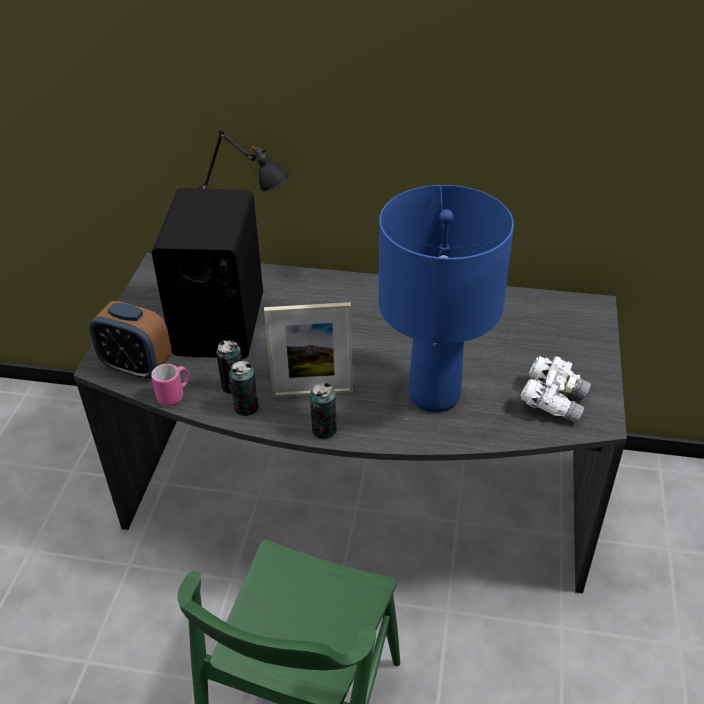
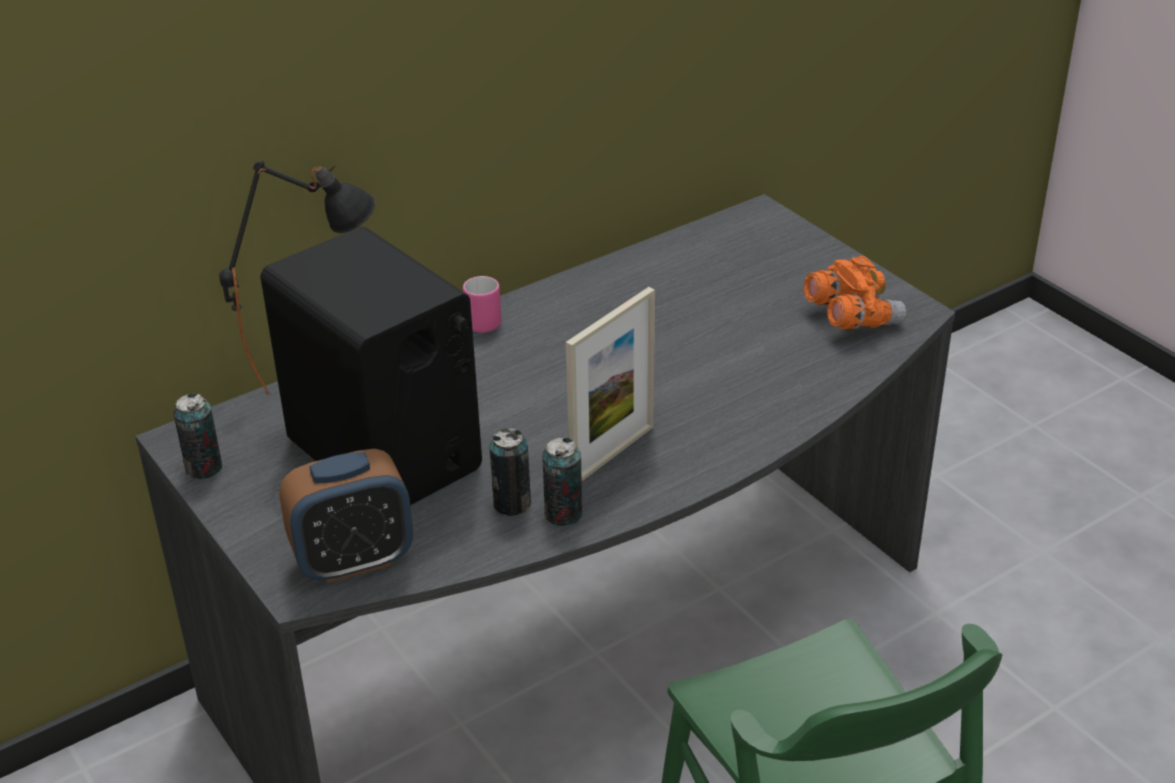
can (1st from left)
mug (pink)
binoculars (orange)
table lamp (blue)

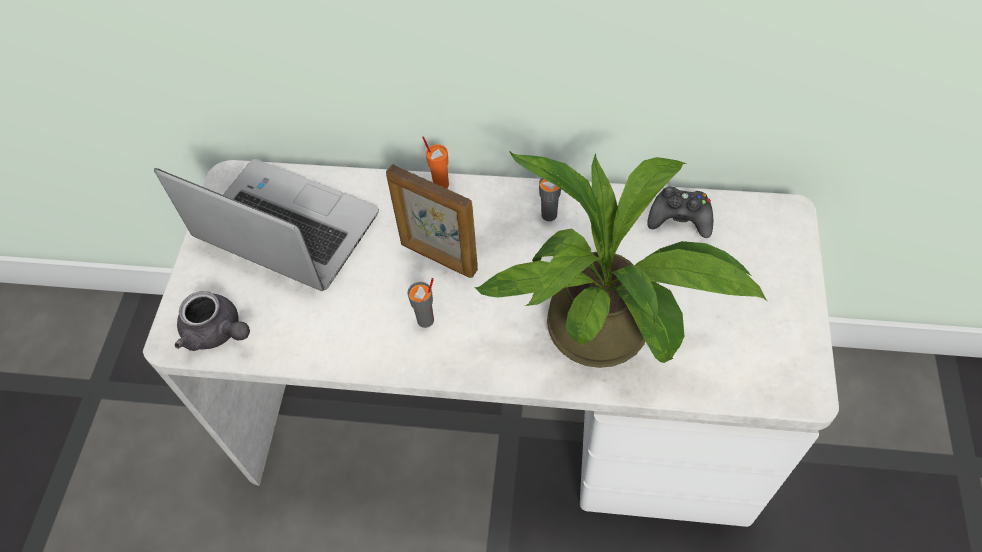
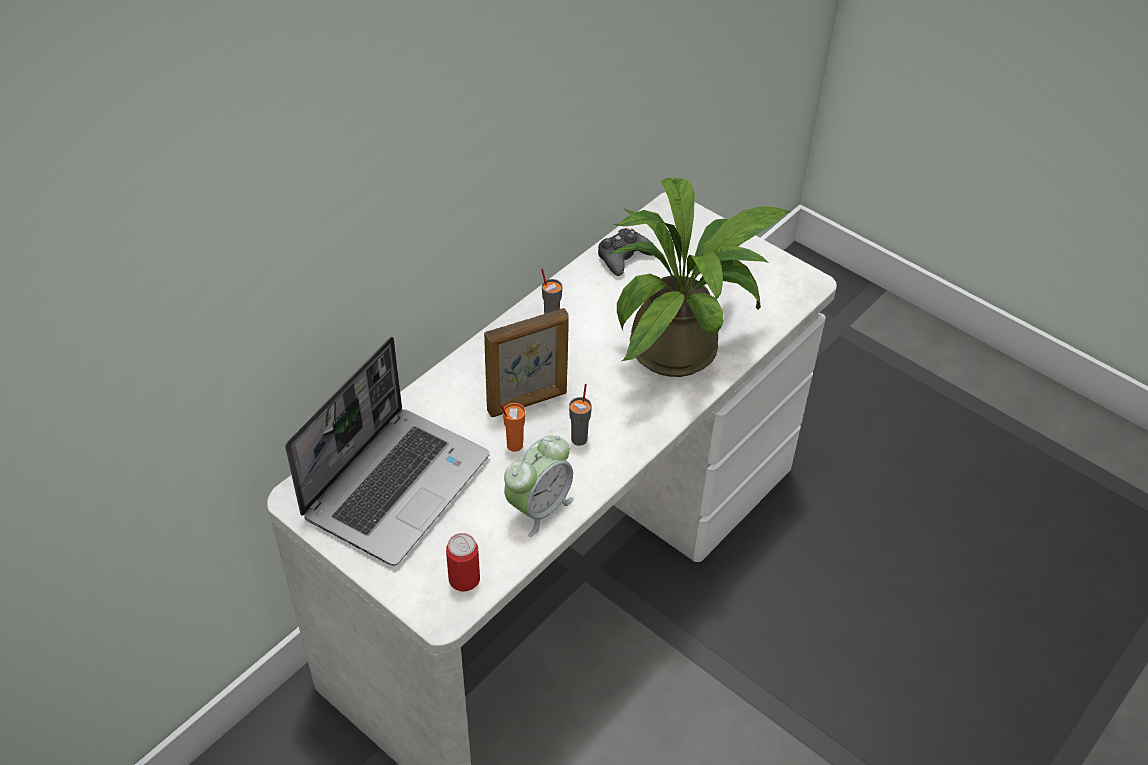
laptop
can
cup (orange)
alarm clock

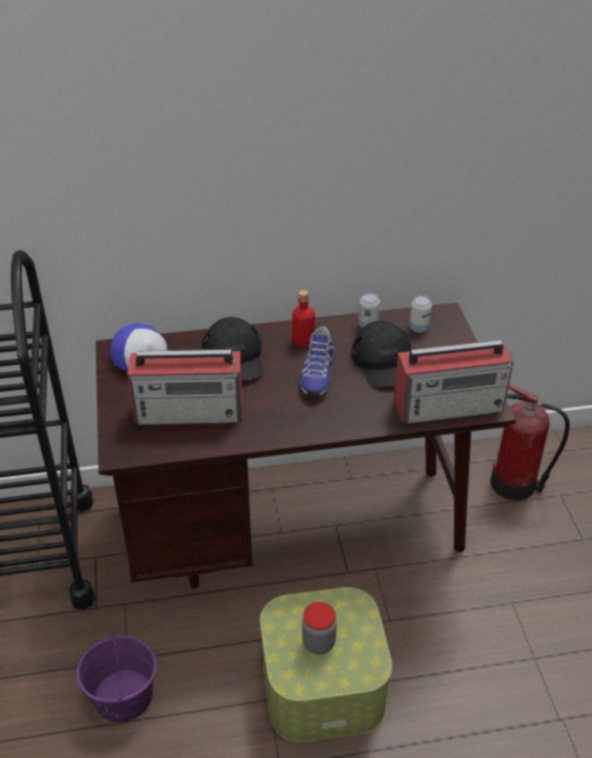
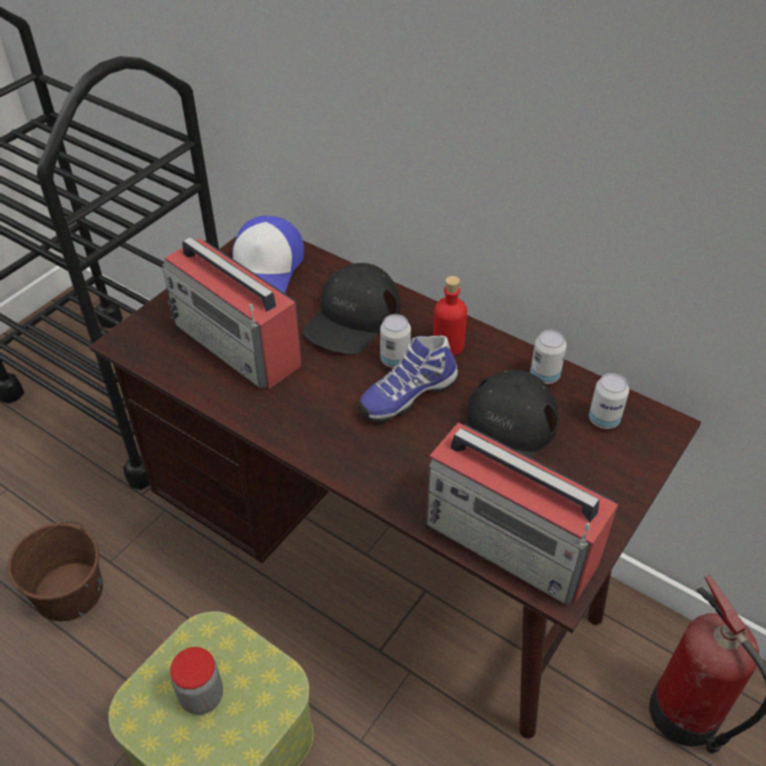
bucket (brown)
can (1st from left)

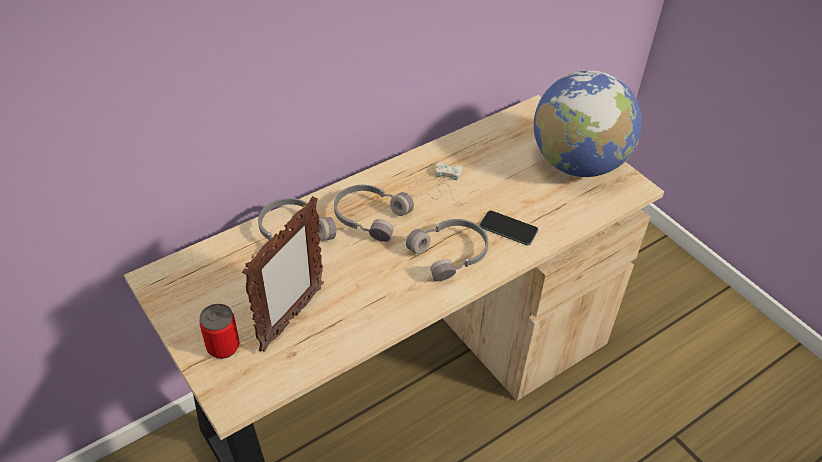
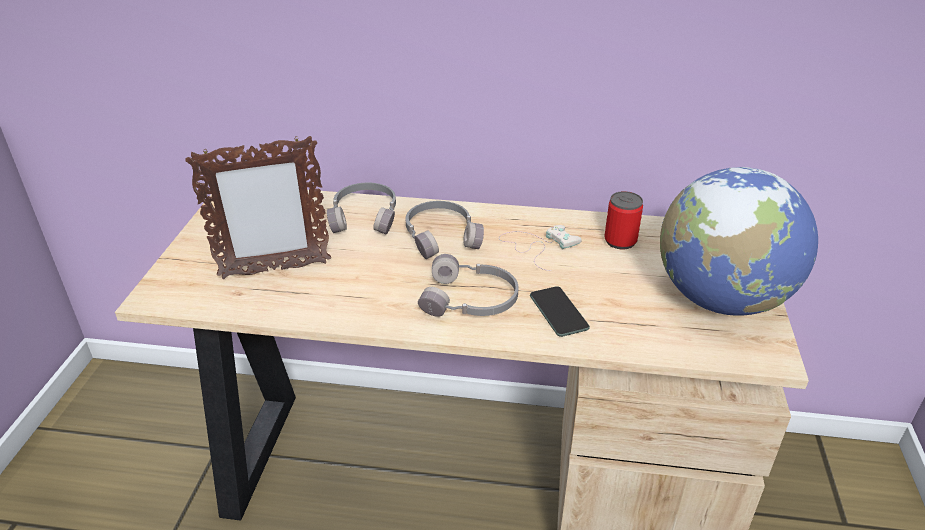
can

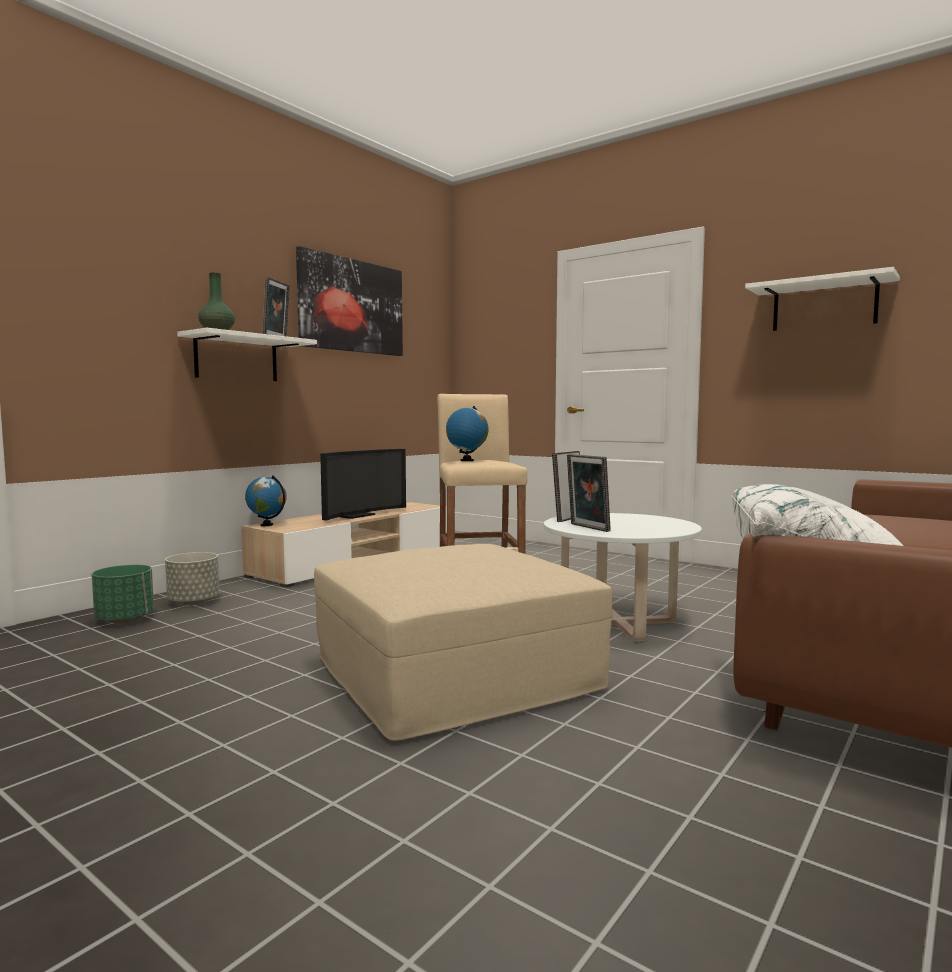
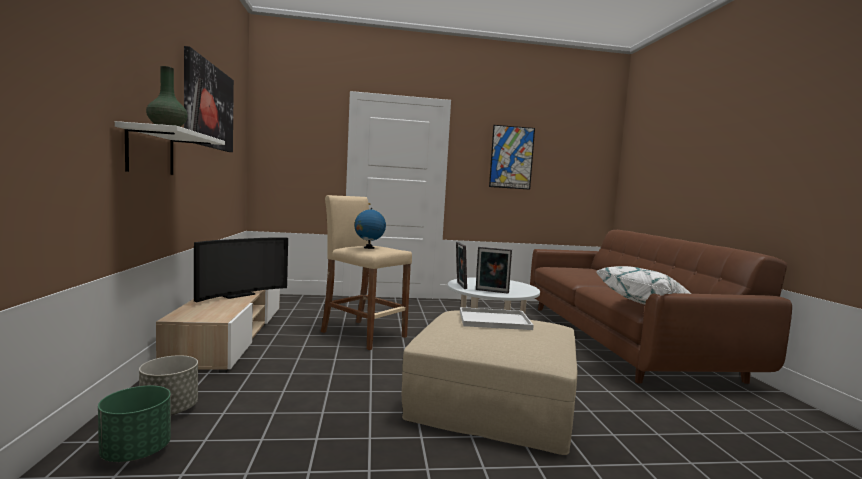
television
tray (white)
picture (2nd from left)
globe (1st from left in the first image)

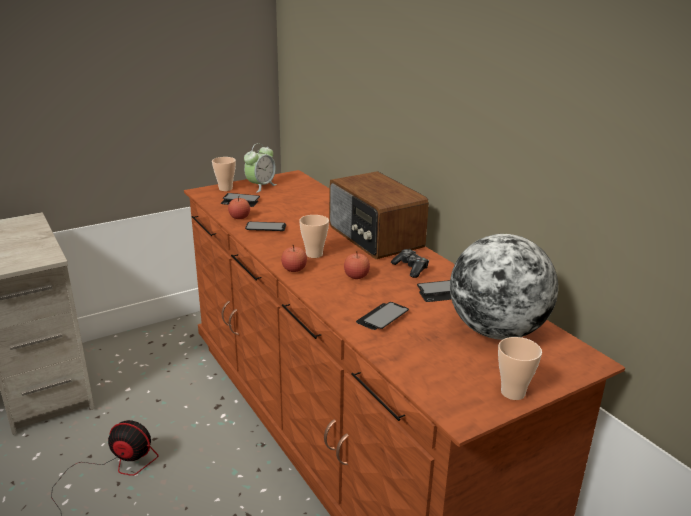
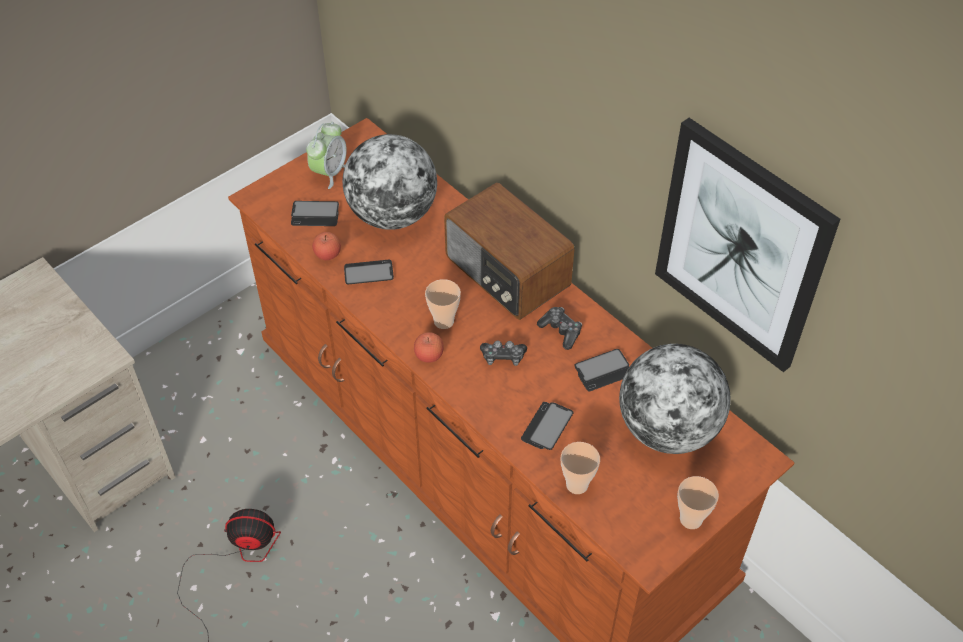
globe (1st from left)
game controller (1st from left)
cup (2nd from left)
picture

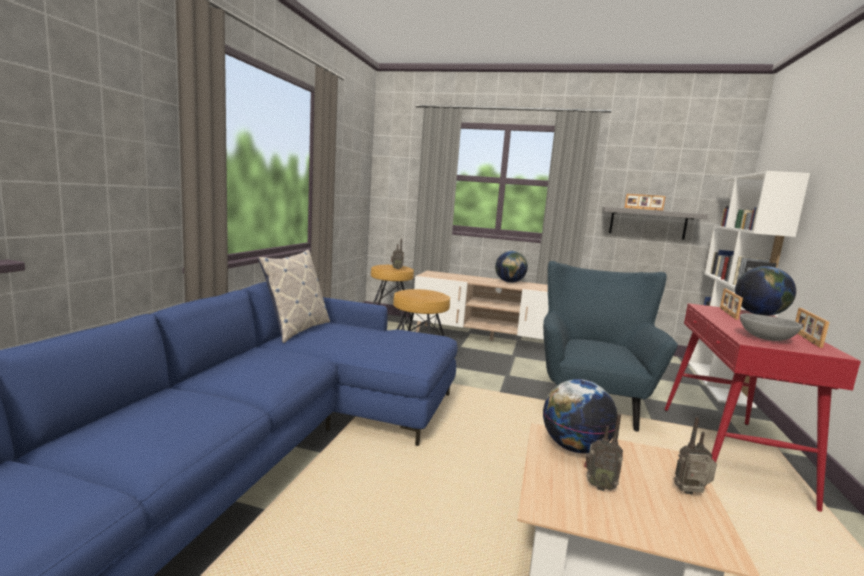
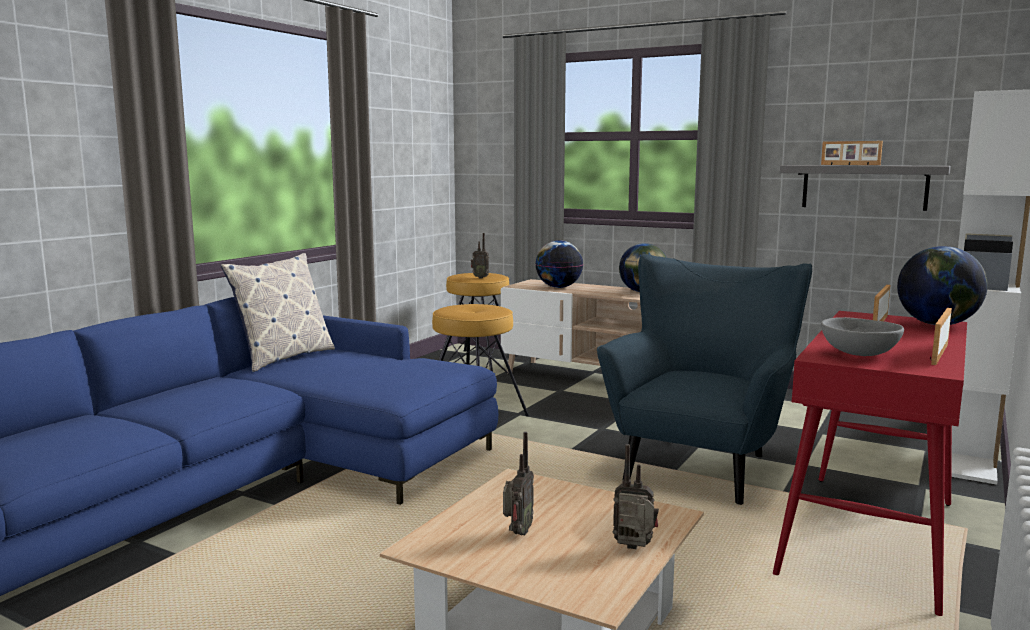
radio (2nd from left)
globe (1st from left)

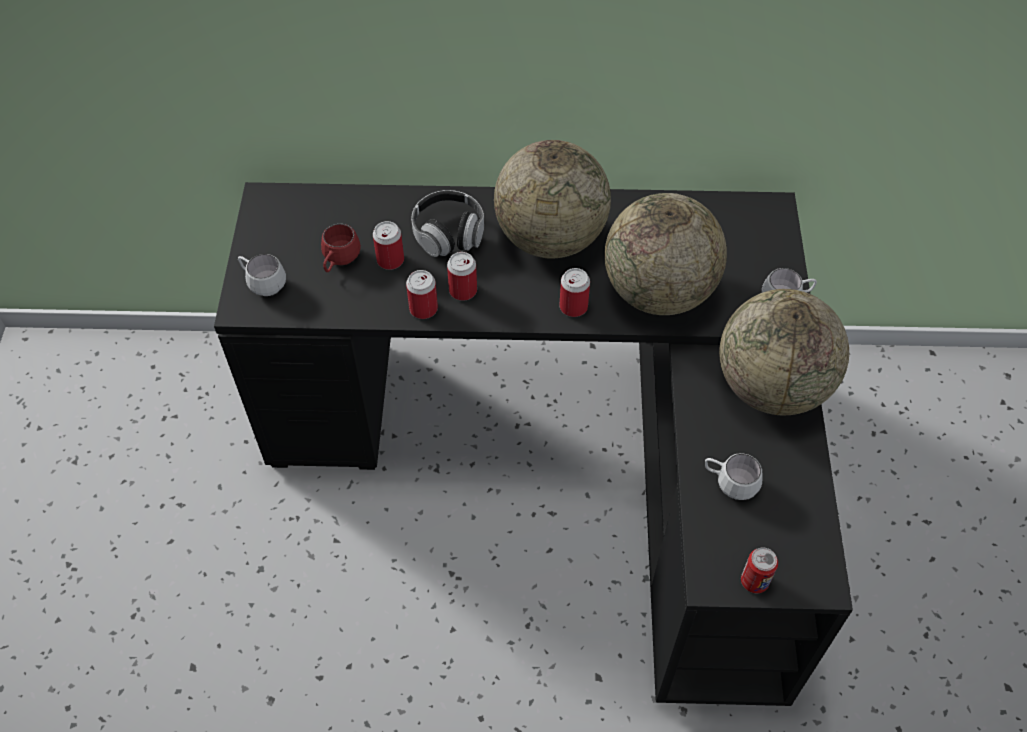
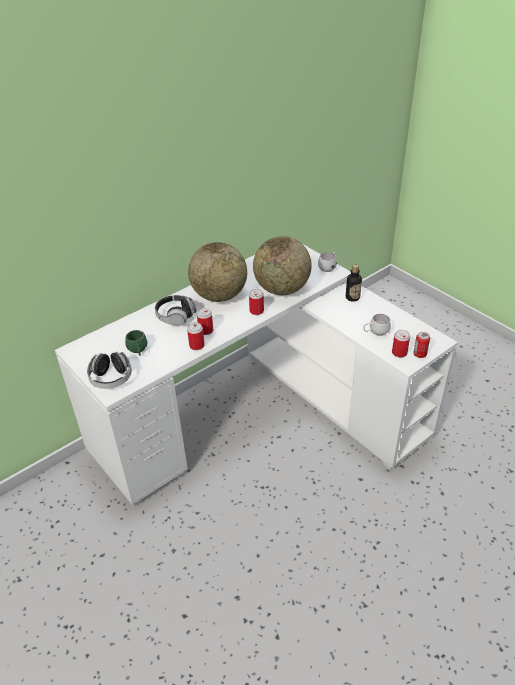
desk (white)
headphones (1st from left)
mug (green)
bottle
can (4th from left)

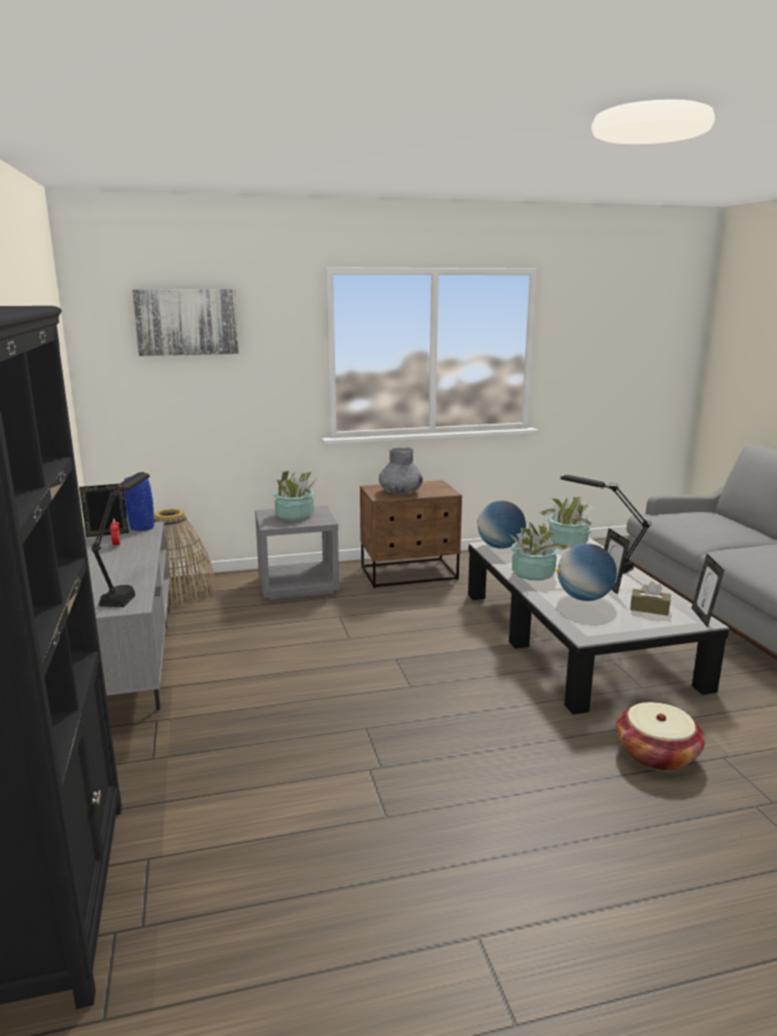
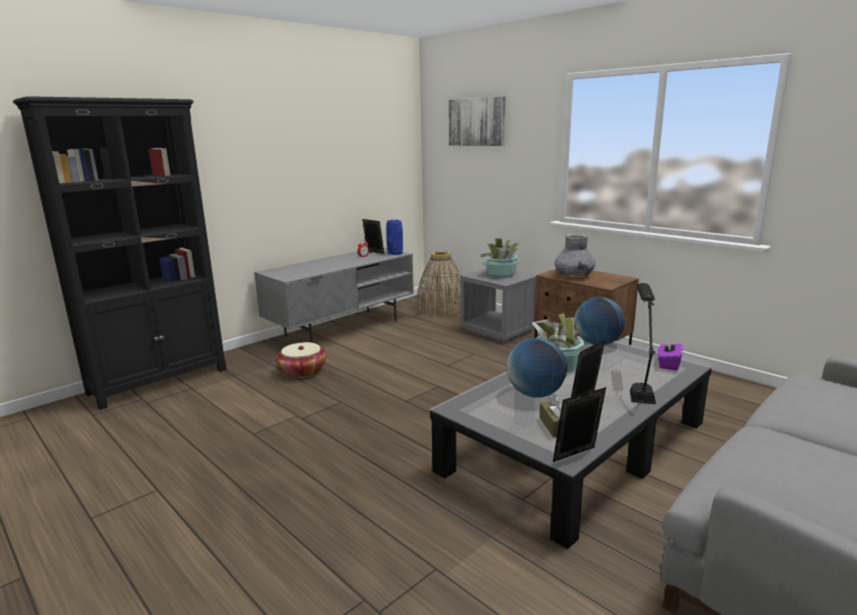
basket (1st from left)
tissue box (purple)
table lamp (black) (1st from left in the first image)

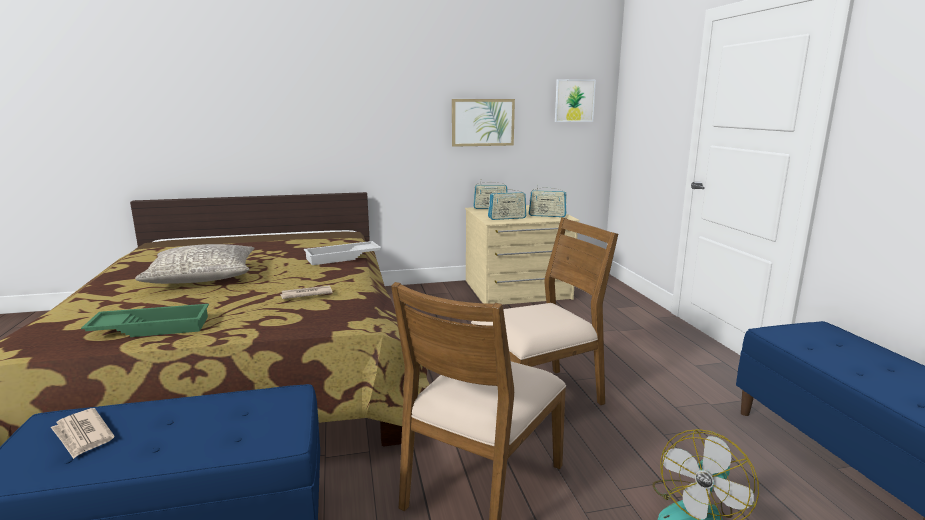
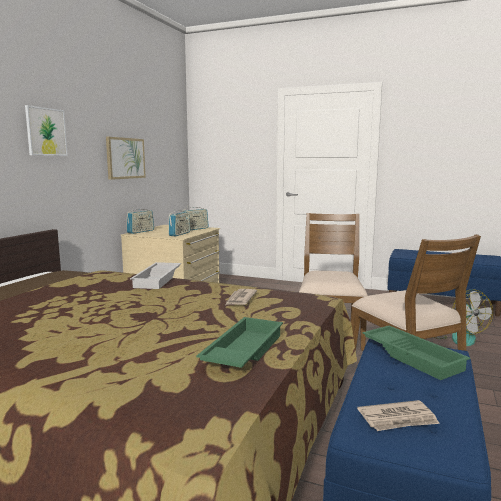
picture (1st from left)
tray (green) (2nd from left)
pillow (grey)

